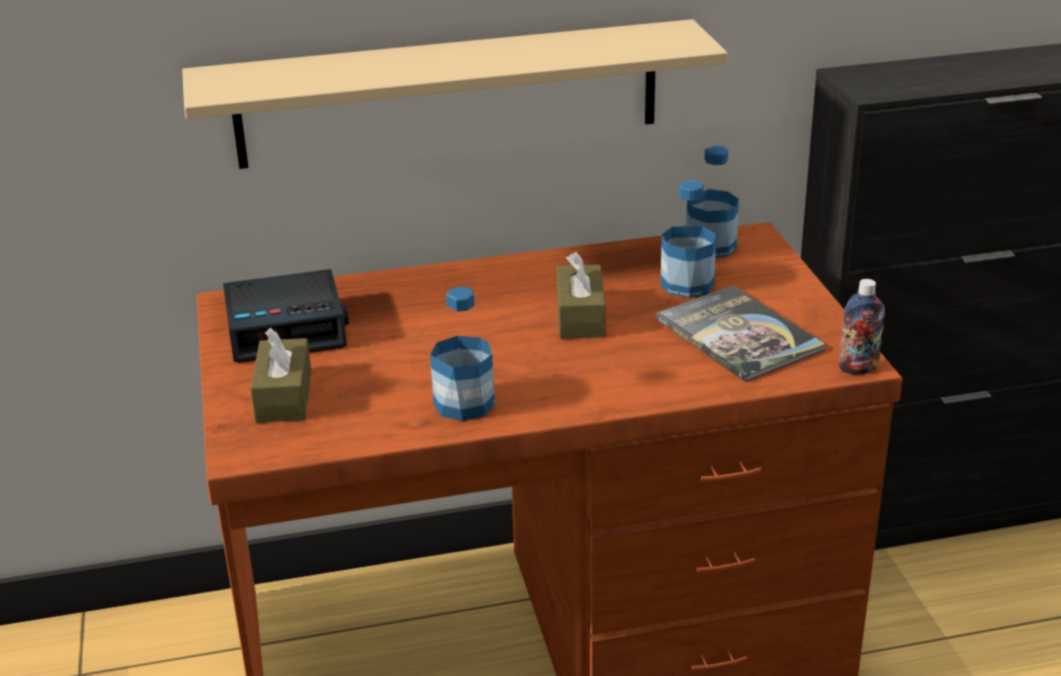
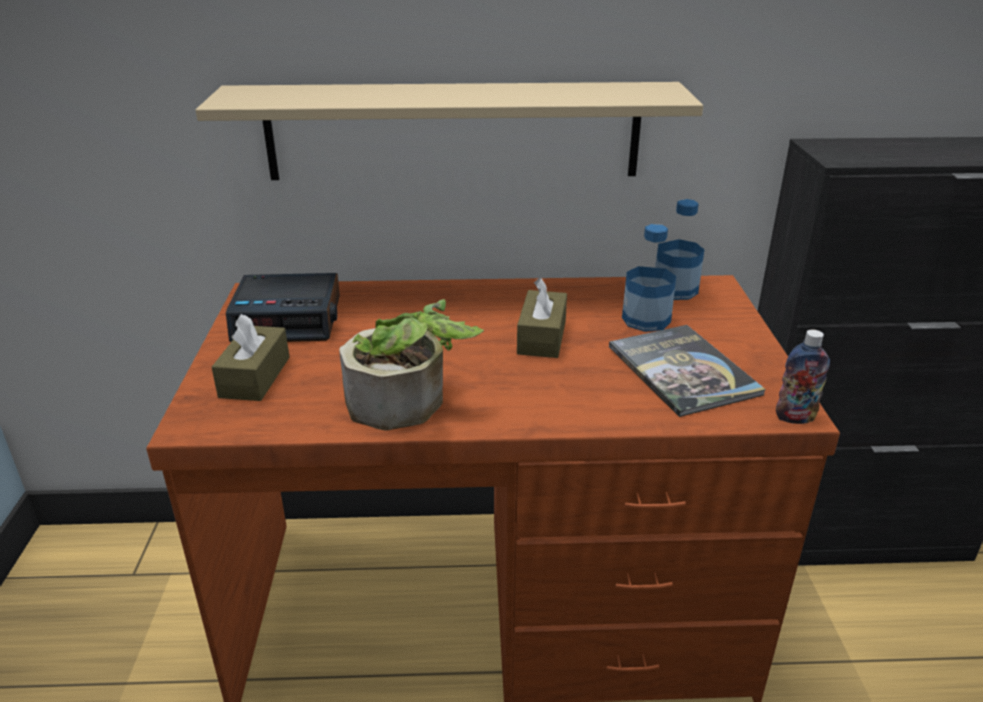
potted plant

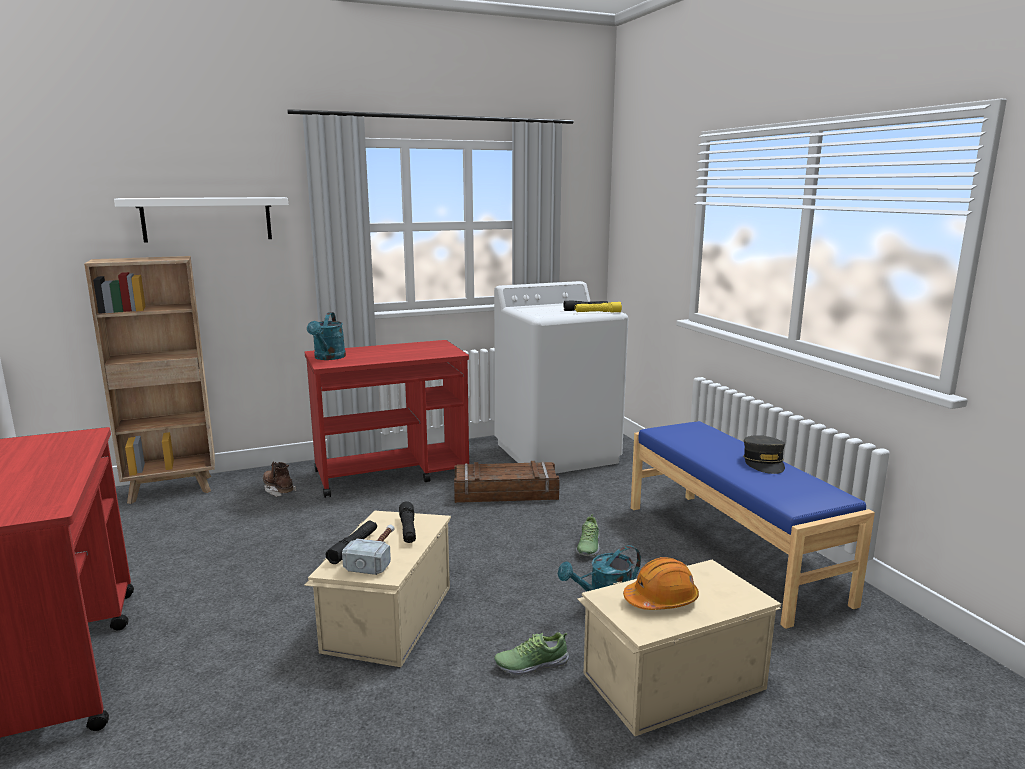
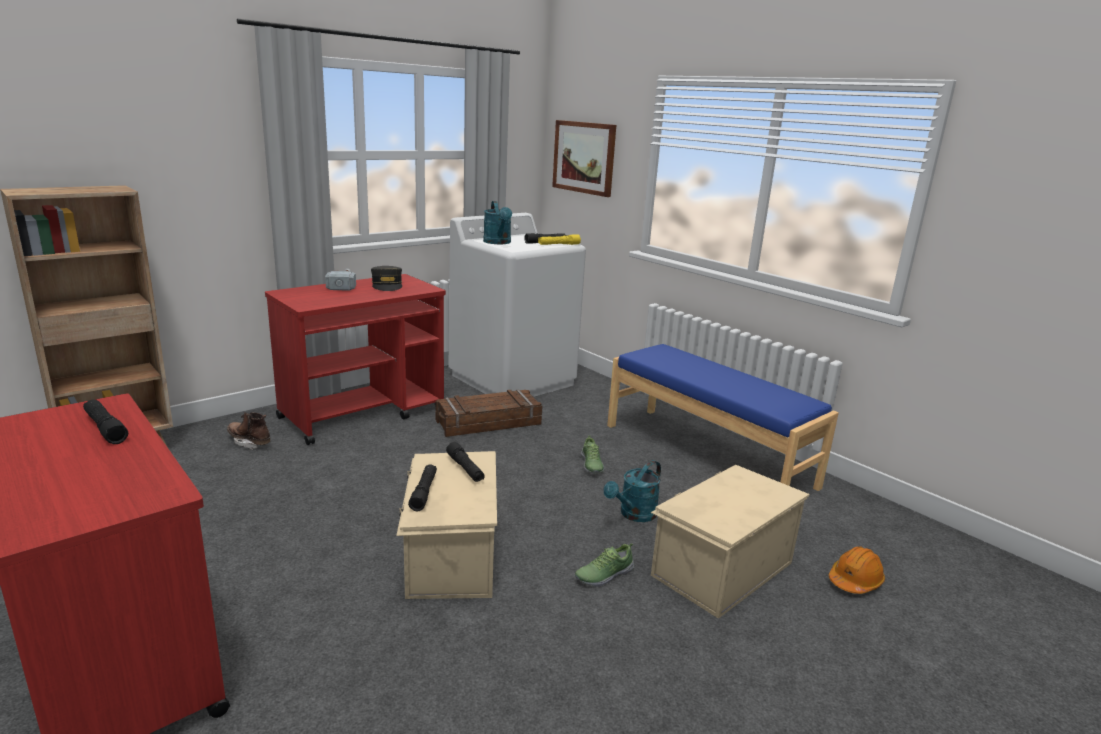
flashlight (black) (1st from left)
hammer
cap (grey)
watering can (turquoise) (1st from left)
picture
hard hat (orange)
shelf (white)

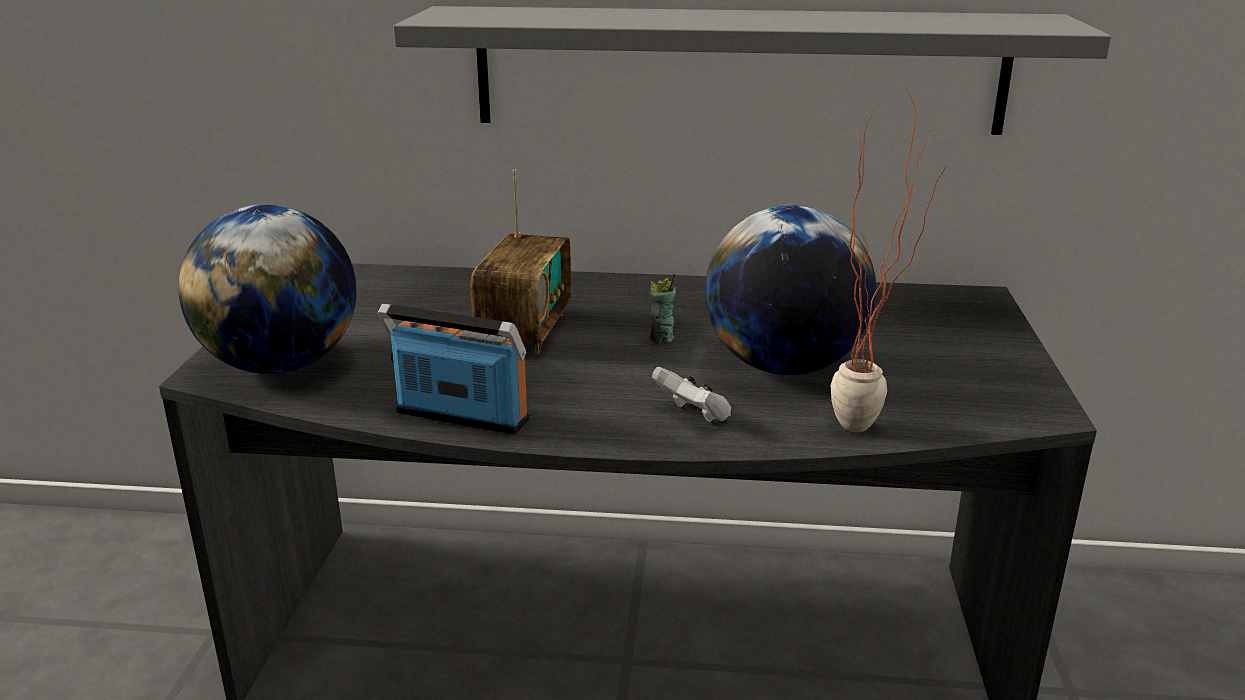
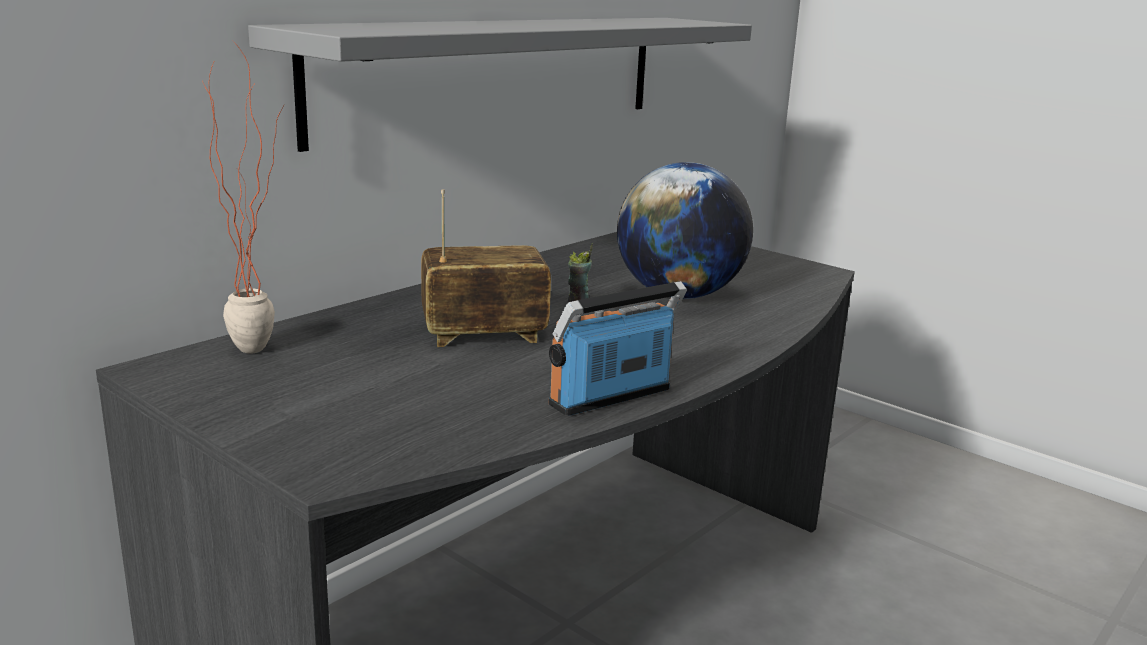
potted plant
radio (1st from left)
globe (1st from left in the first image)
game controller (white)

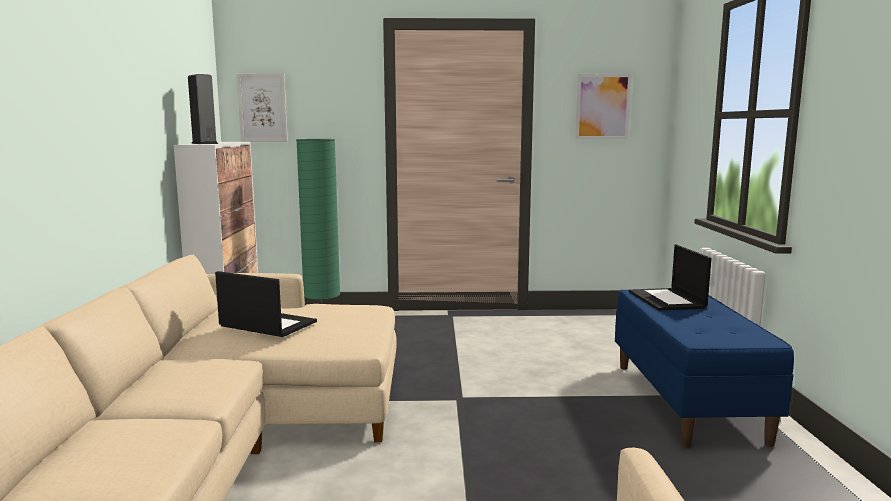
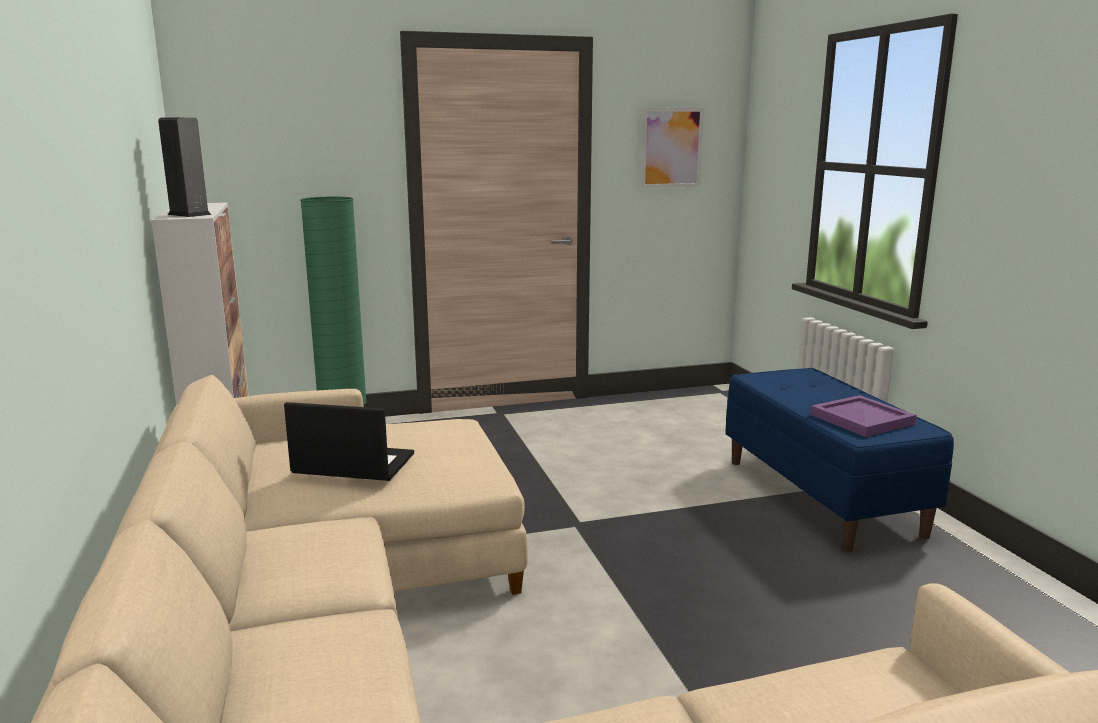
tray (purple)
picture (1st from left in the first image)
laptop (2nd from left in the first image)

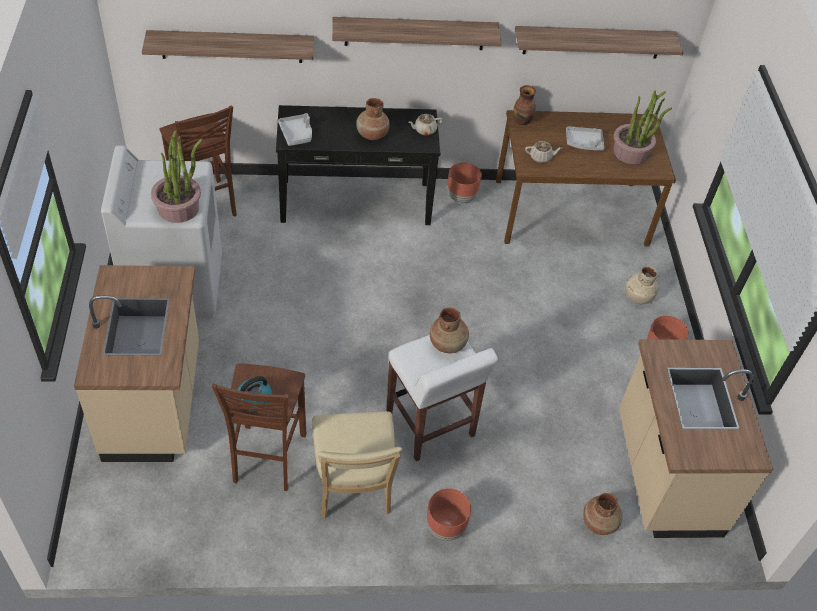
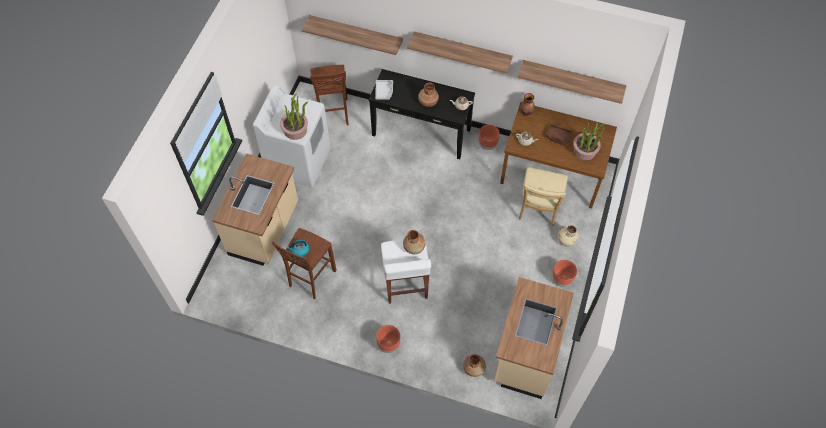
chair (beige)
tray (brown)

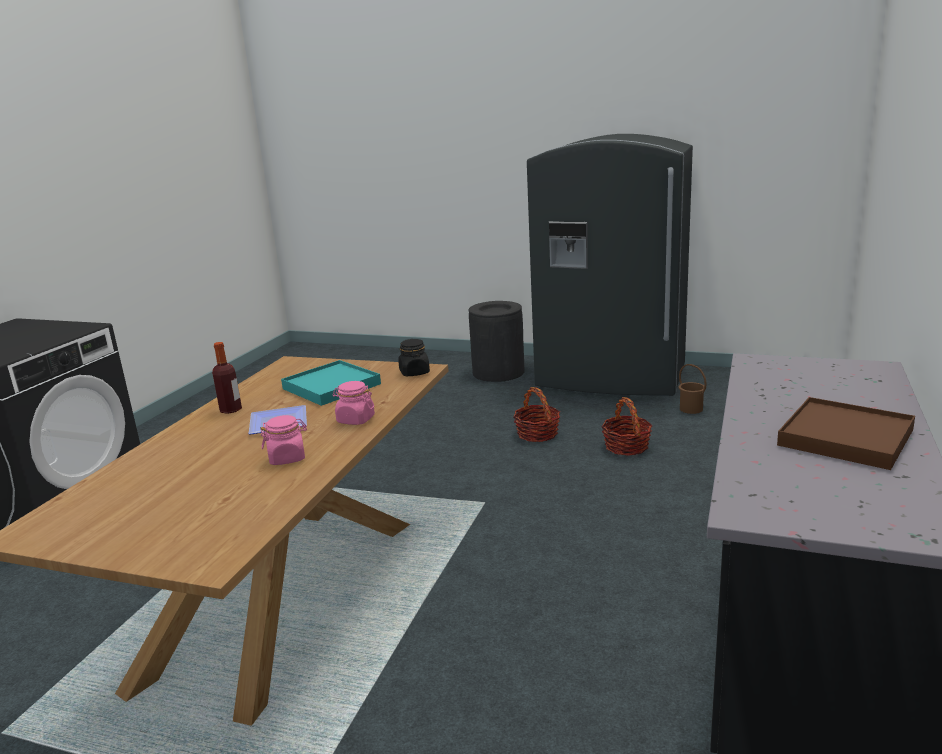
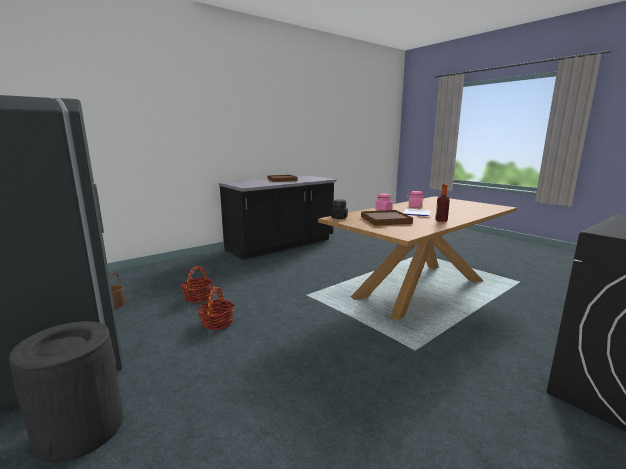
tray (brown) (2nd from left)

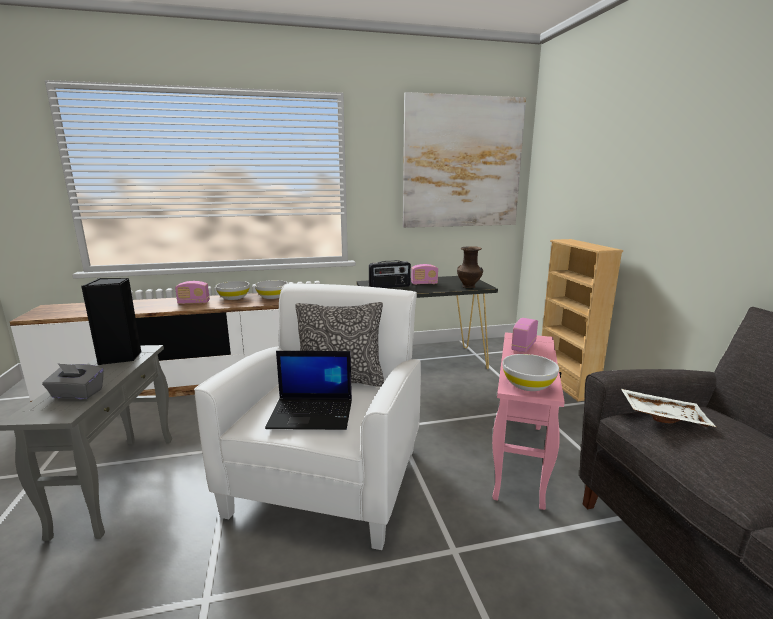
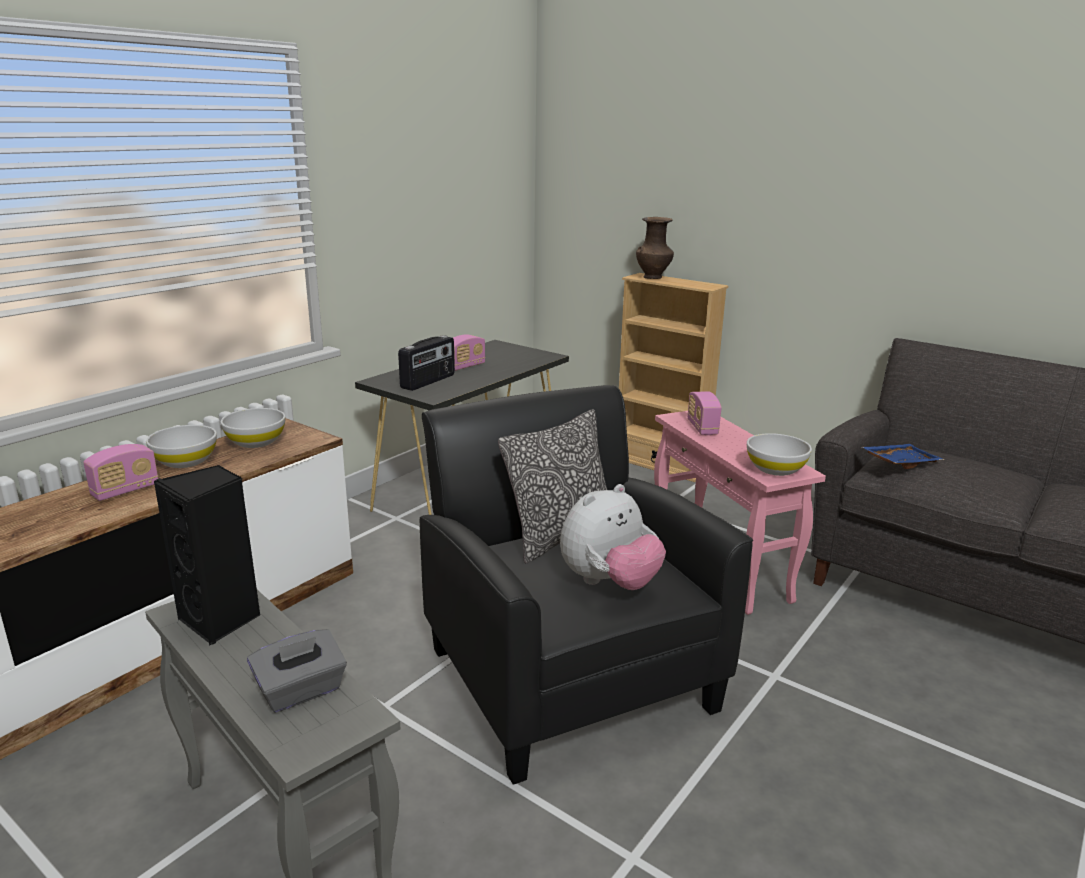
armchair (black)
plush toy
vase (brown)
tray (blue)
picture

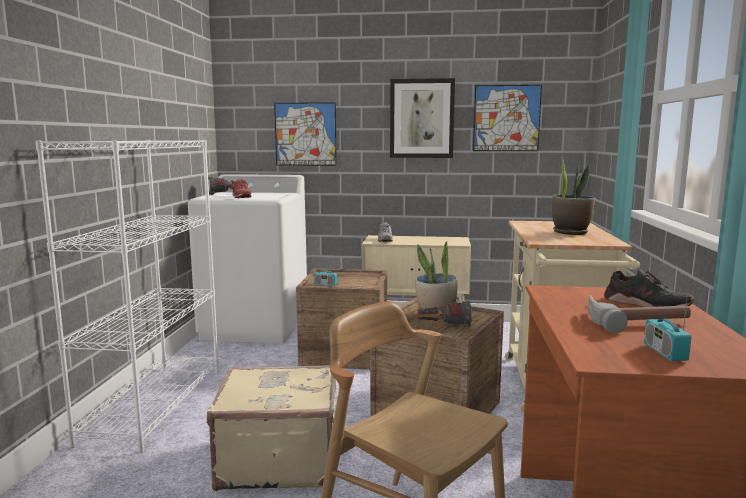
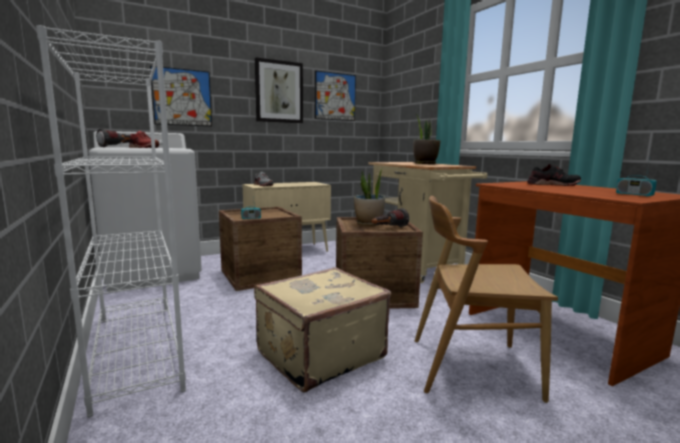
hammer

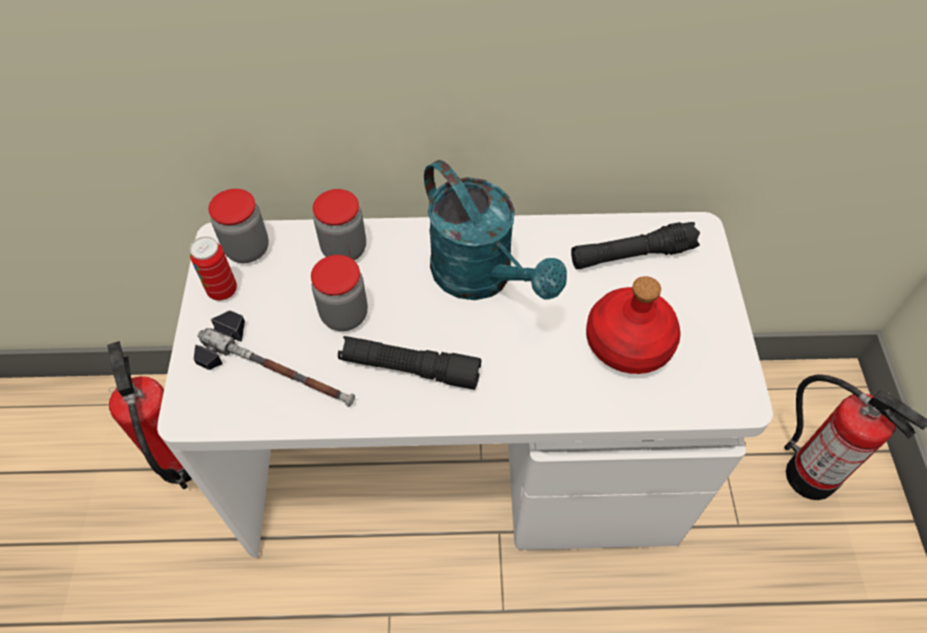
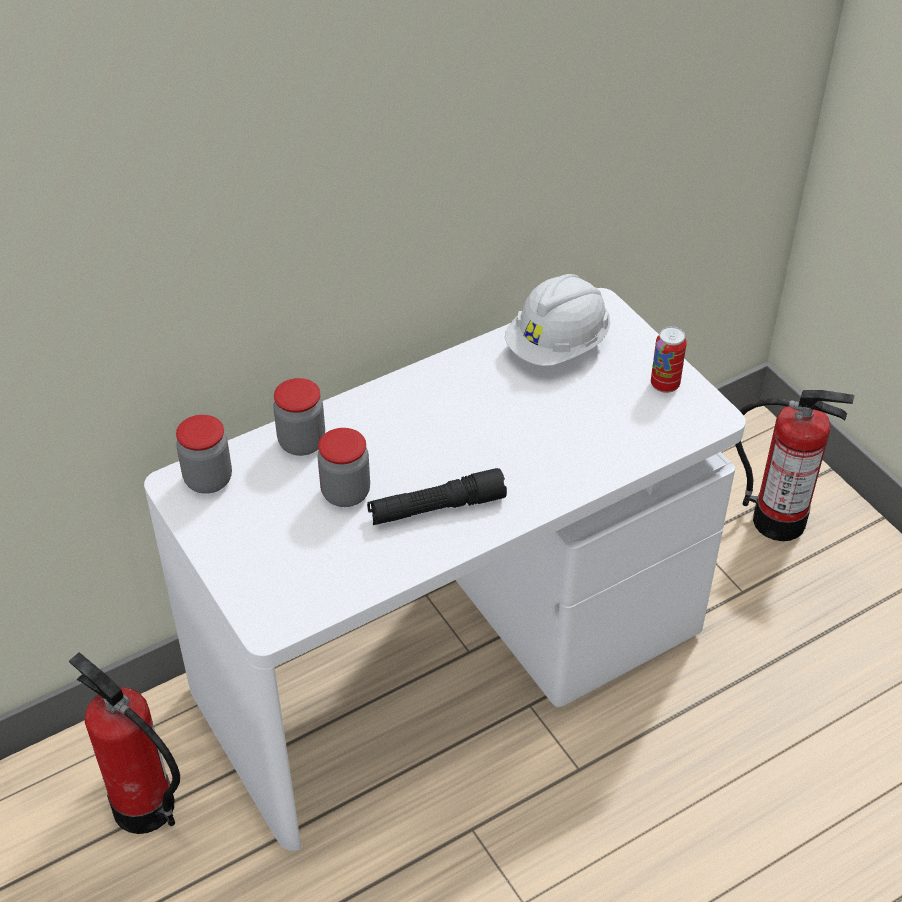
hard hat (white)
can
hammer
watering can (turquoise)
bottle (red)

